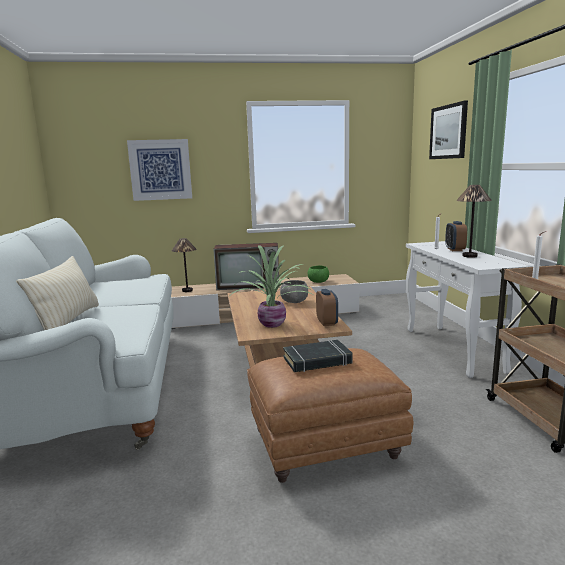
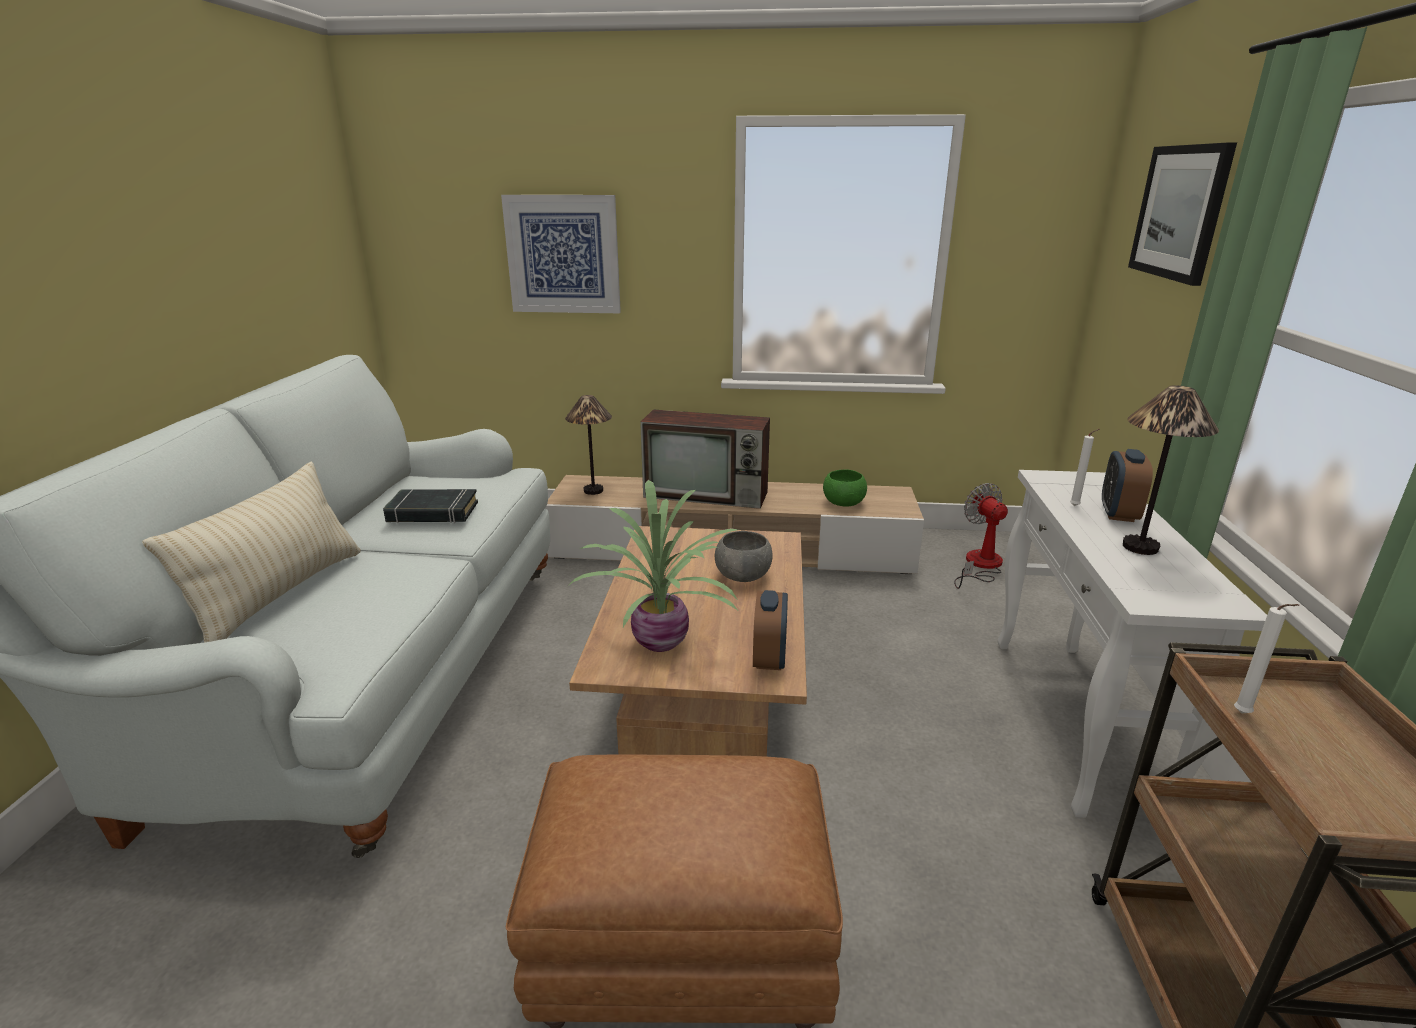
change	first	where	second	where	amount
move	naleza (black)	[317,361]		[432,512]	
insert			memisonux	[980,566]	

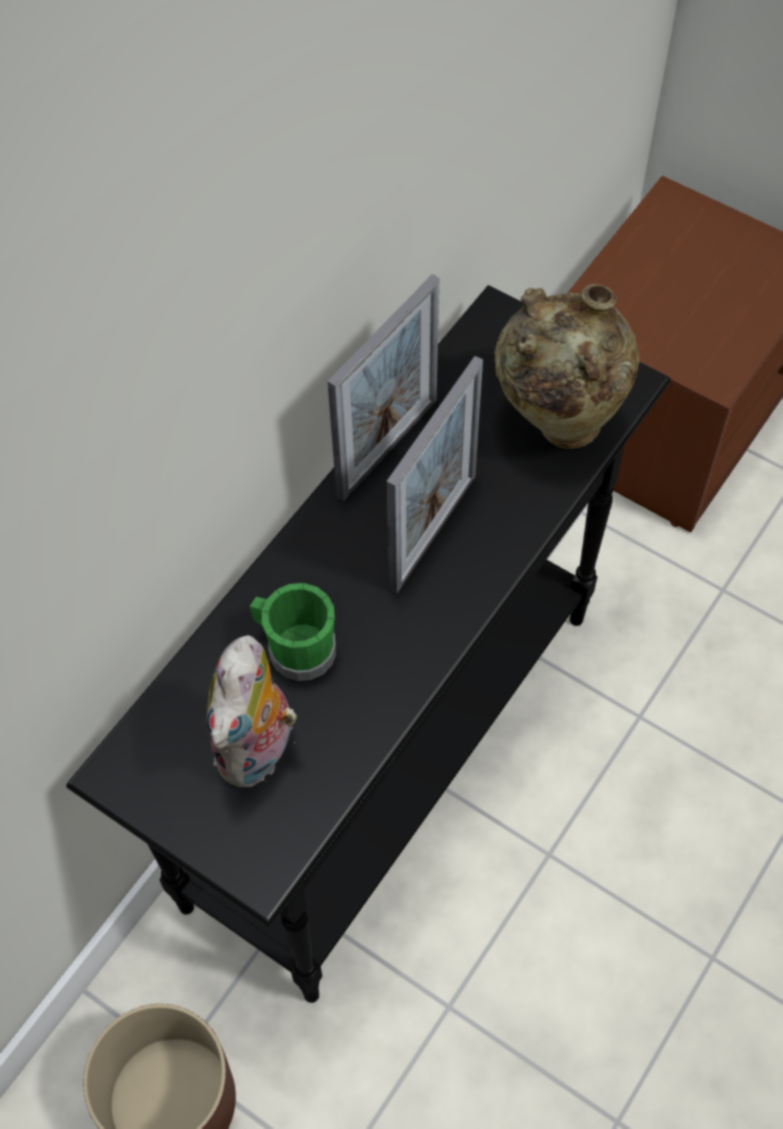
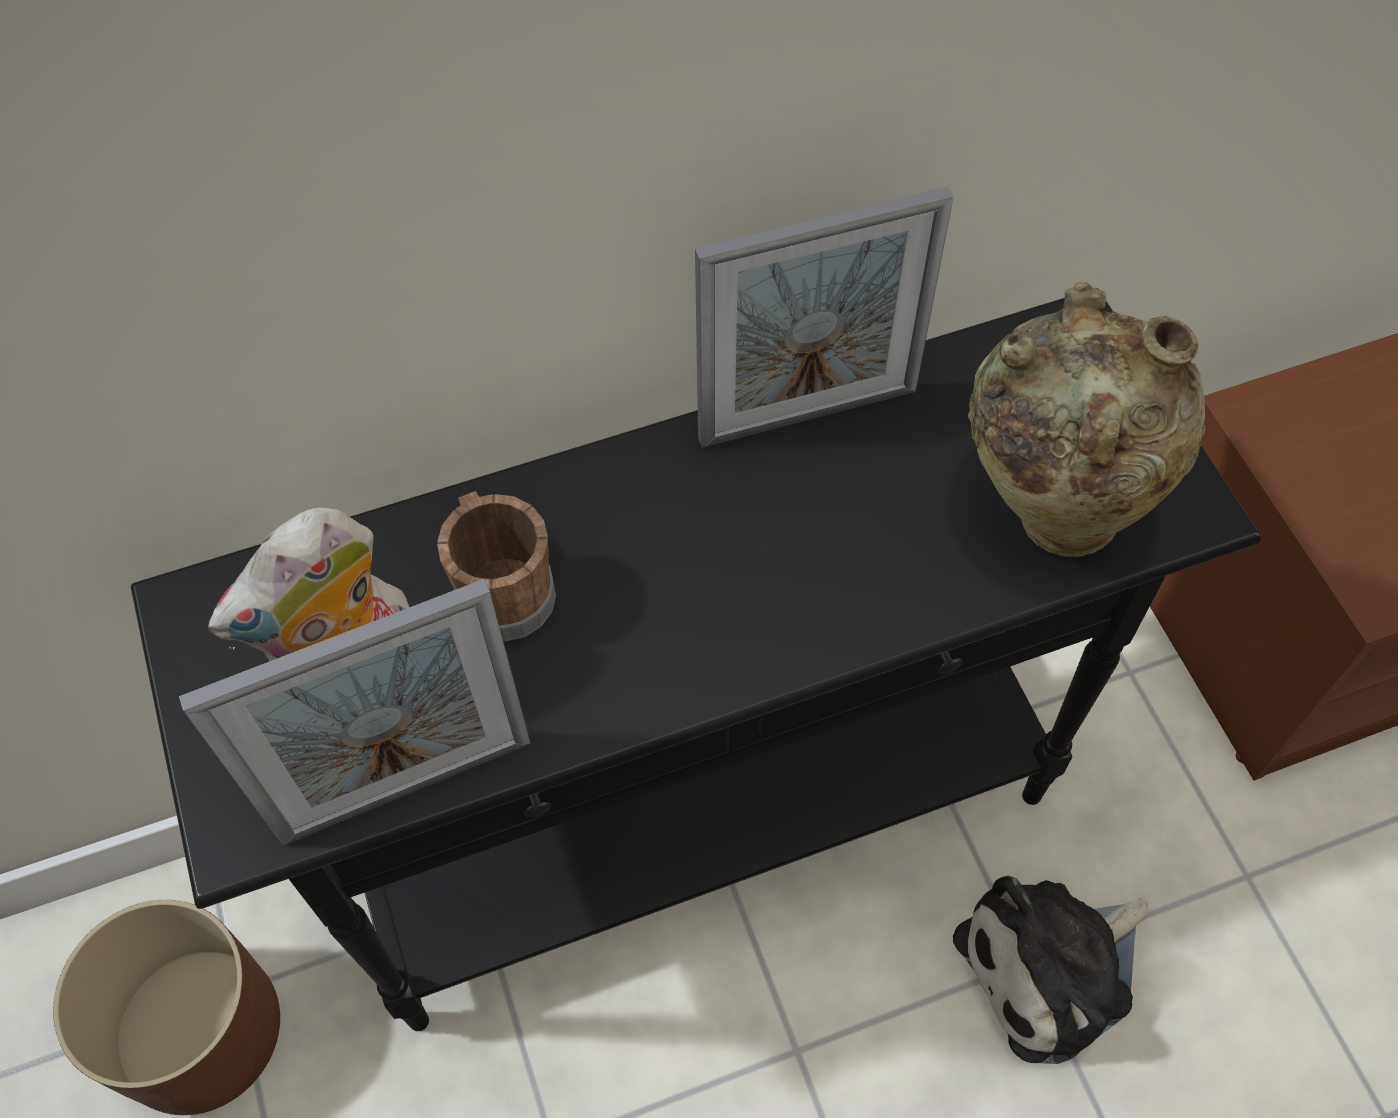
change	first	where	second	where	amount
recolor	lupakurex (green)	[295,647]	lupakurex (brown)	[502,588]	
move	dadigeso	[433,532]		[406,788]	
insert			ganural	[1053,967]	

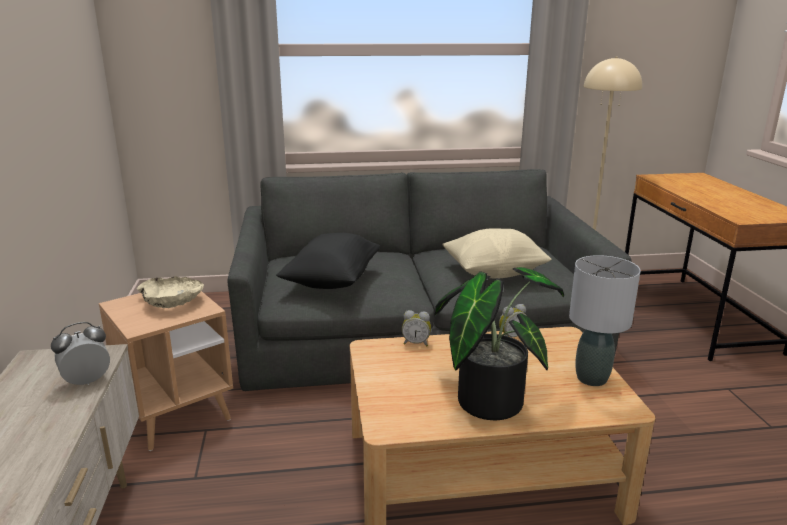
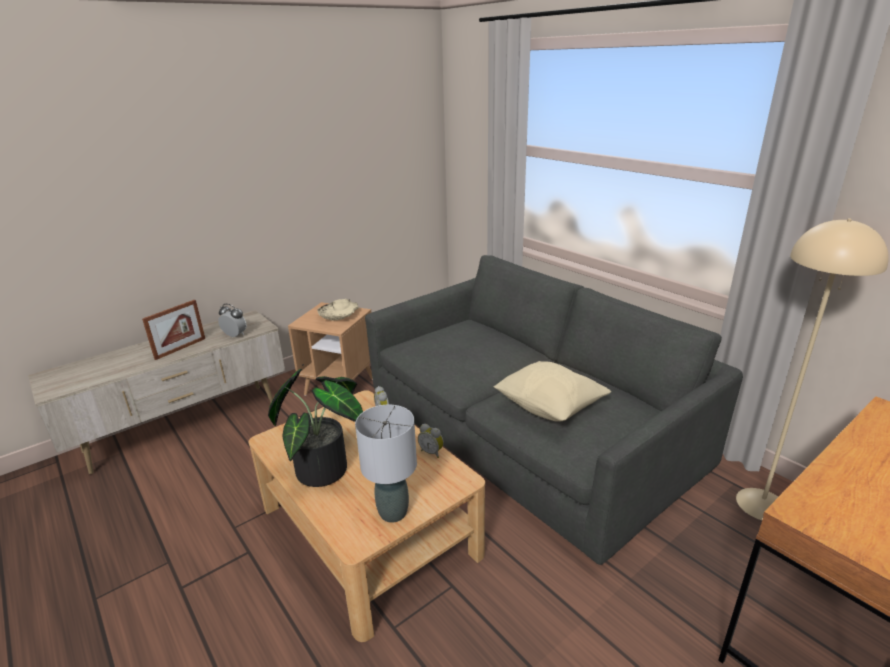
change	first	where	second	where	amount
delete	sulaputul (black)	[332,281]			
insert			dadigeso	[180,348]	

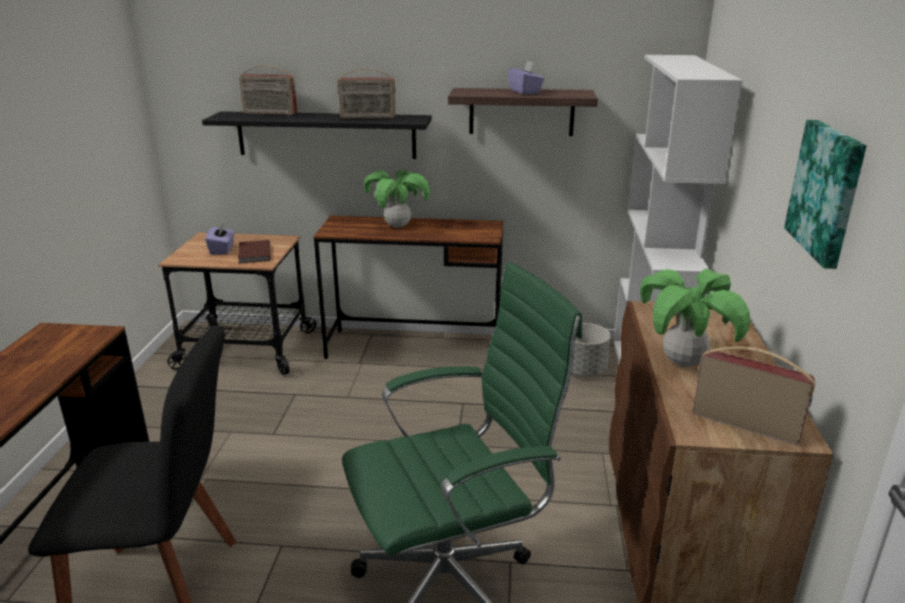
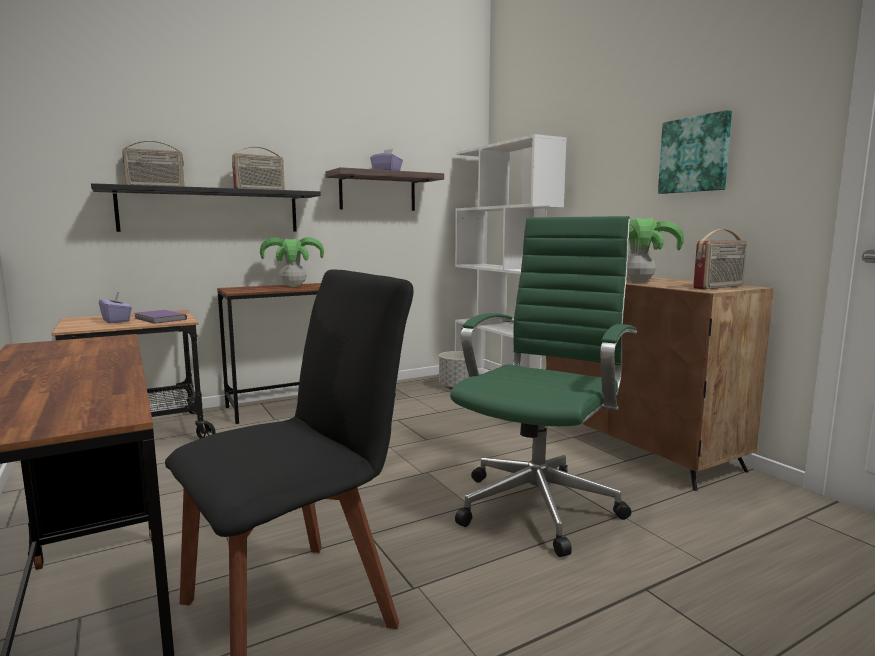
change	first	where	second	where	amount
recolor	naleza (brown)	[253,254]	naleza (purple)	[159,319]	
rotate	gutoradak	[745,424]		[719,287]	150 degrees clockwise

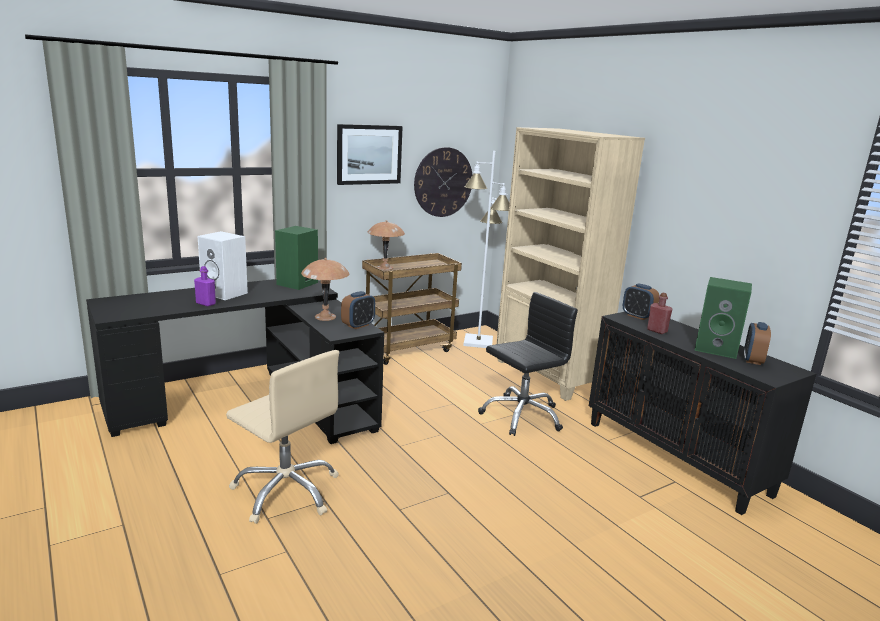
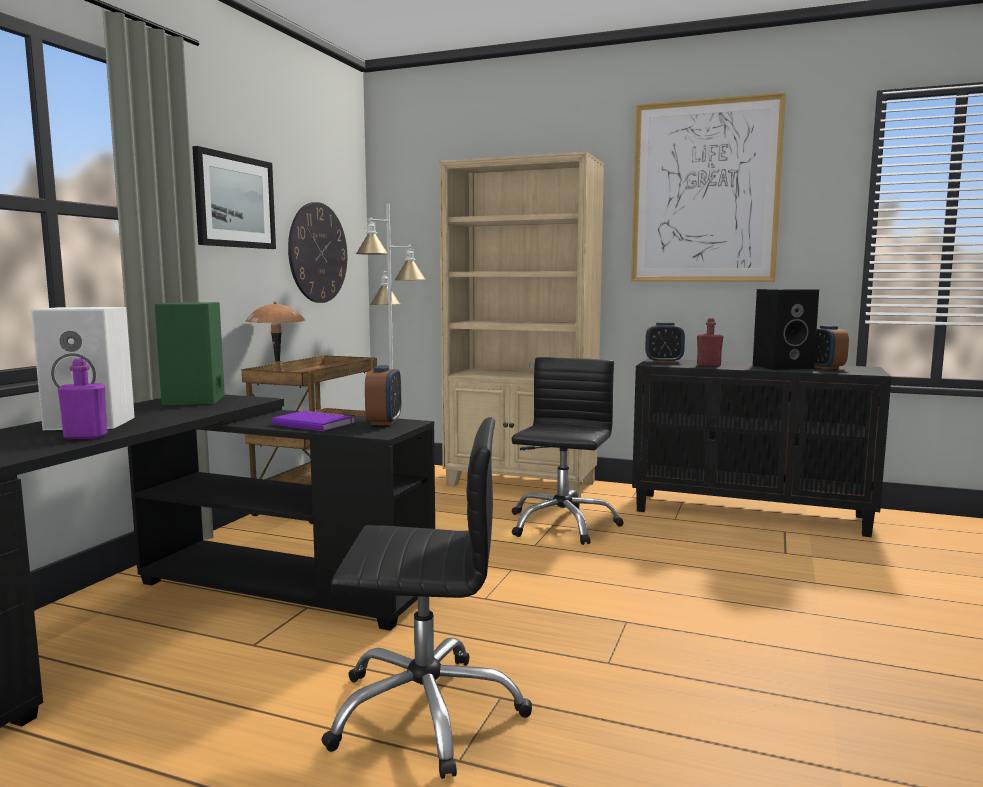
change	first	where	second	where	amount
recolor	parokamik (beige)	[286,491]	parokamik (black)	[426,711]	
replace	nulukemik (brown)	[325,317]	naleza (purple)	[315,423]	
recolor	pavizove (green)	[717,349]	pavizove (black)	[783,367]	
insert			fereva	[704,192]	

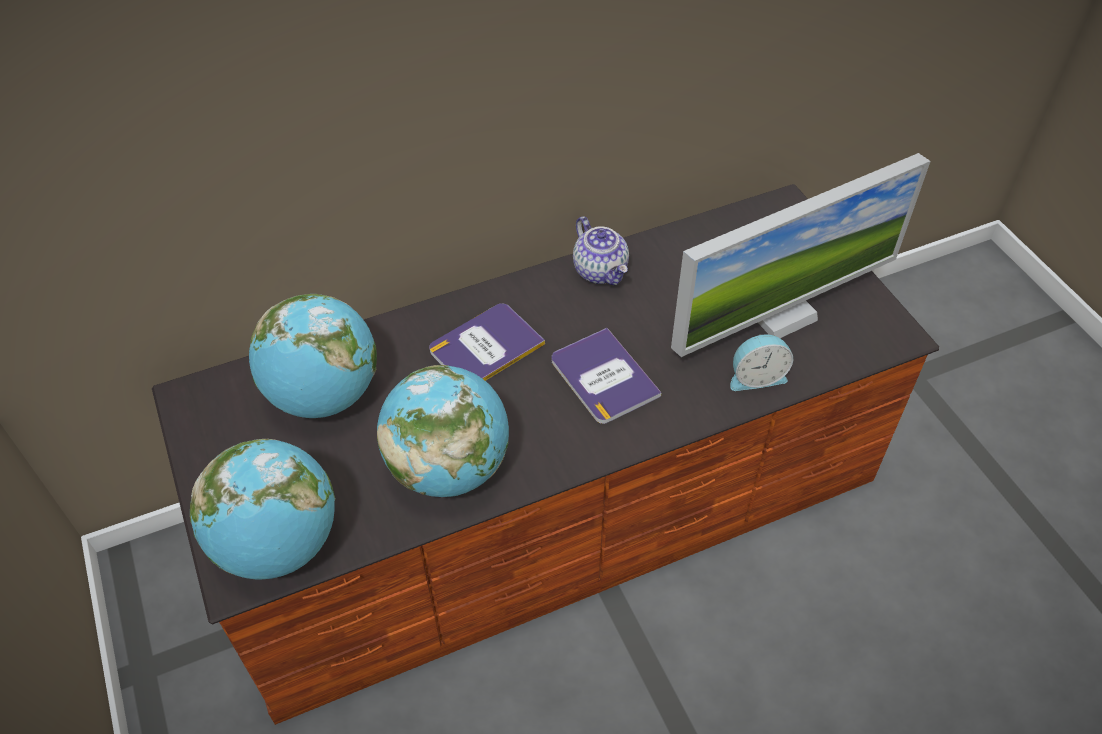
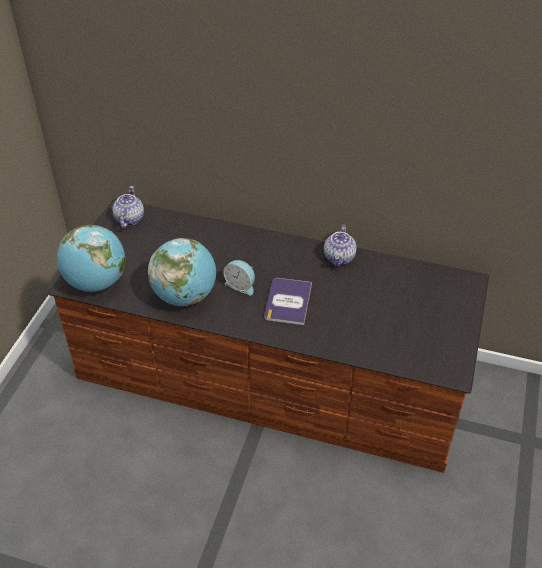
change	first	where	second	where	amount
delete	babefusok	[324,395]			
delete	naleza	[485,347]			
delete	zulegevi	[781,315]			
move	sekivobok	[756,376]		[241,285]	
insert			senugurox	[129,219]	

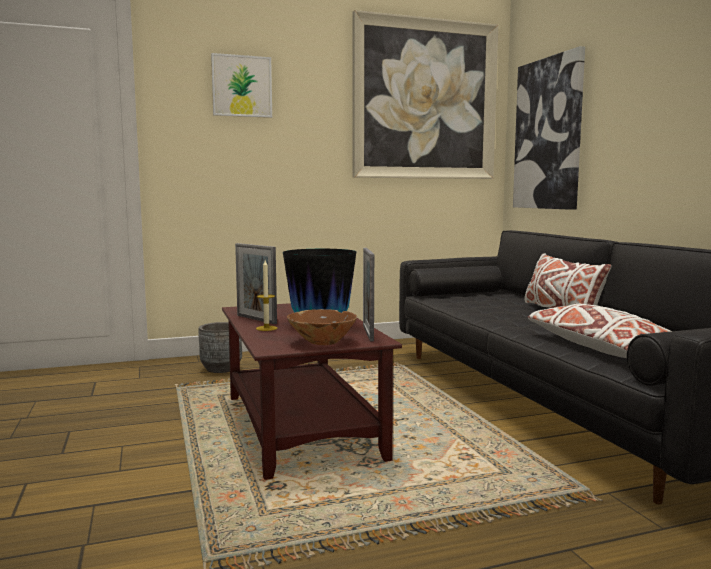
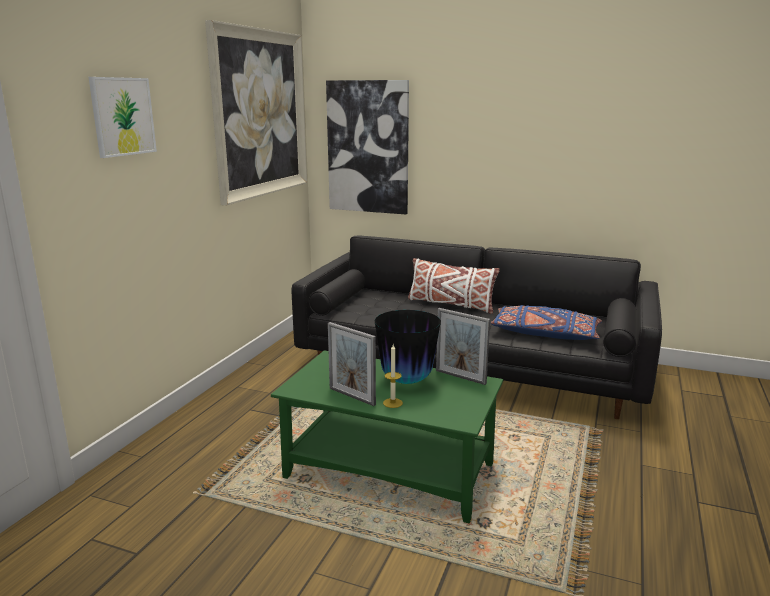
change	first	where	second	where	amount
delete	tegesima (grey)	[221,369]			
recolor	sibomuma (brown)	[302,427]	sibomuma (green)	[391,471]	
rotate	dadigeso	[256,319]		[352,396]	45 degrees clockwise
delete	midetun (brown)	[322,342]			
recolor	sulaputul (white)	[600,348]	sulaputul (blue)	[544,334]	

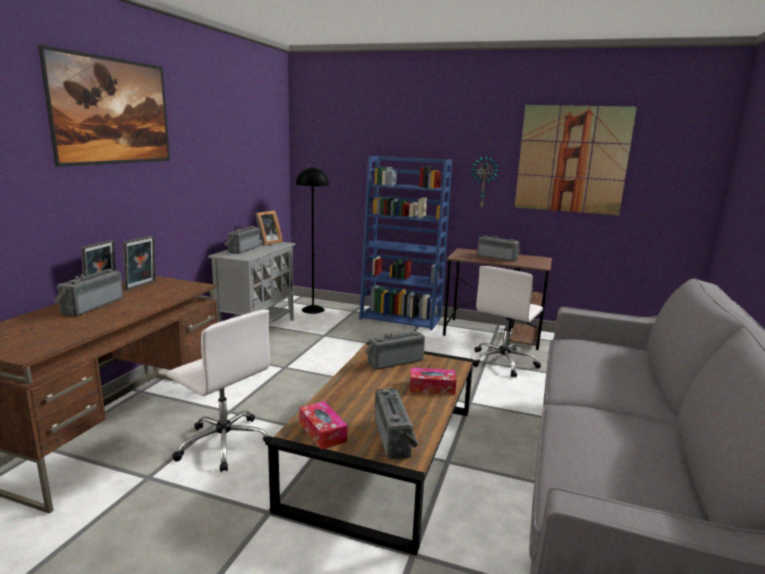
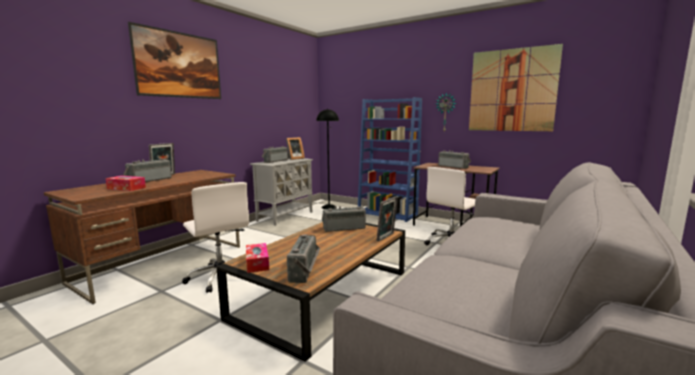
change	first	where	second	where	amount
move	dadigeso	[142,285]		[386,237]	
move	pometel	[432,387]		[126,188]	

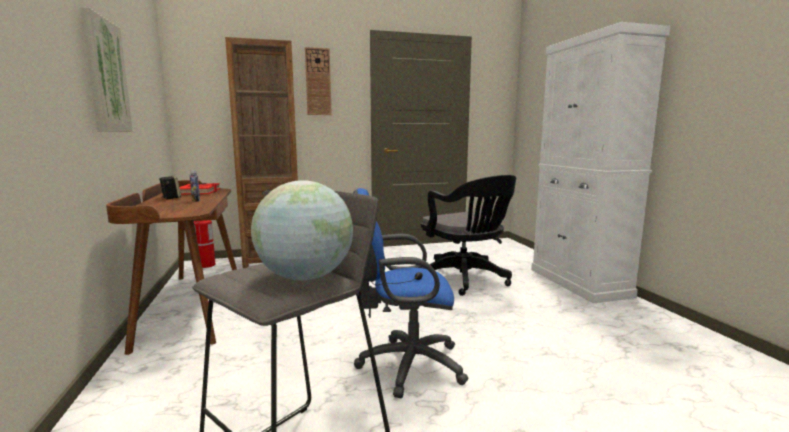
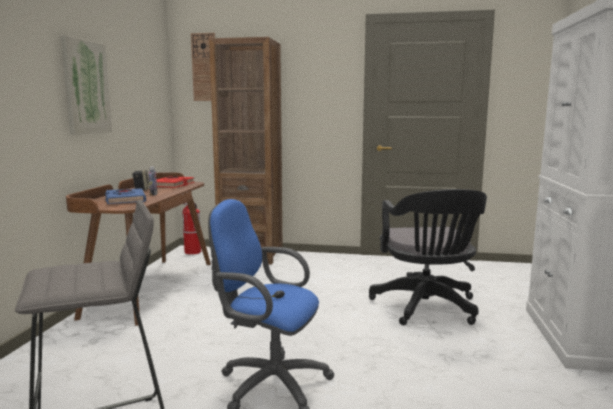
change	first	where	second	where	amount
delete	babefusok	[305,277]			
move	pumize	[318,82]		[204,67]	
insert			naleza (blue)	[125,200]	

